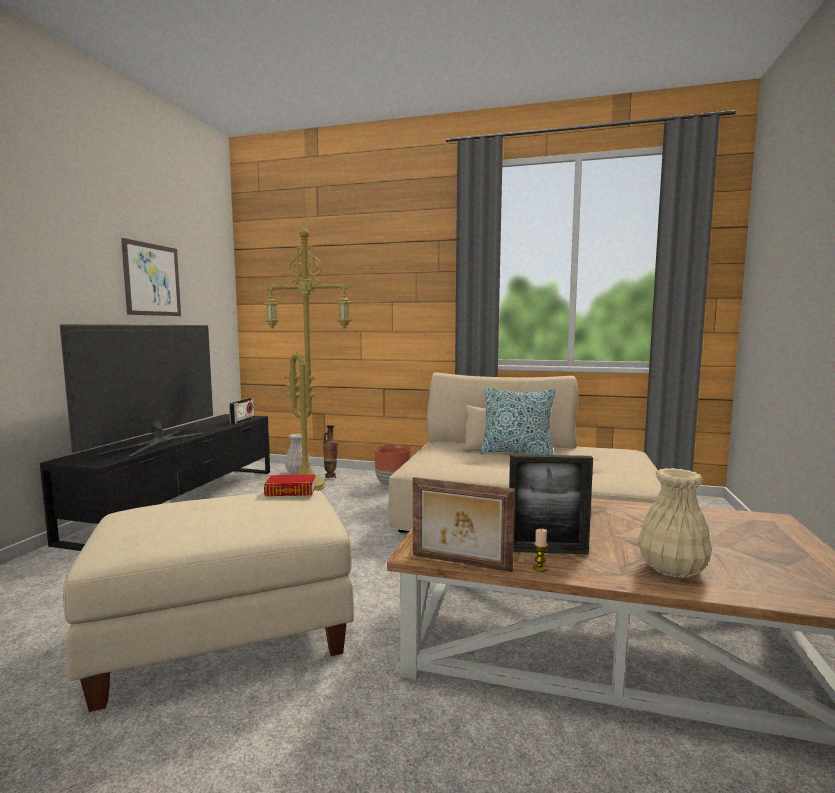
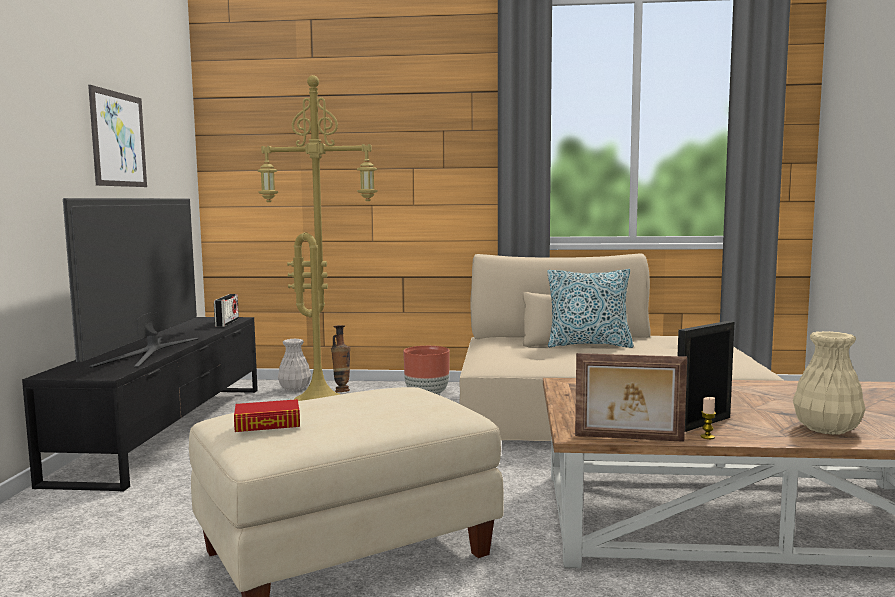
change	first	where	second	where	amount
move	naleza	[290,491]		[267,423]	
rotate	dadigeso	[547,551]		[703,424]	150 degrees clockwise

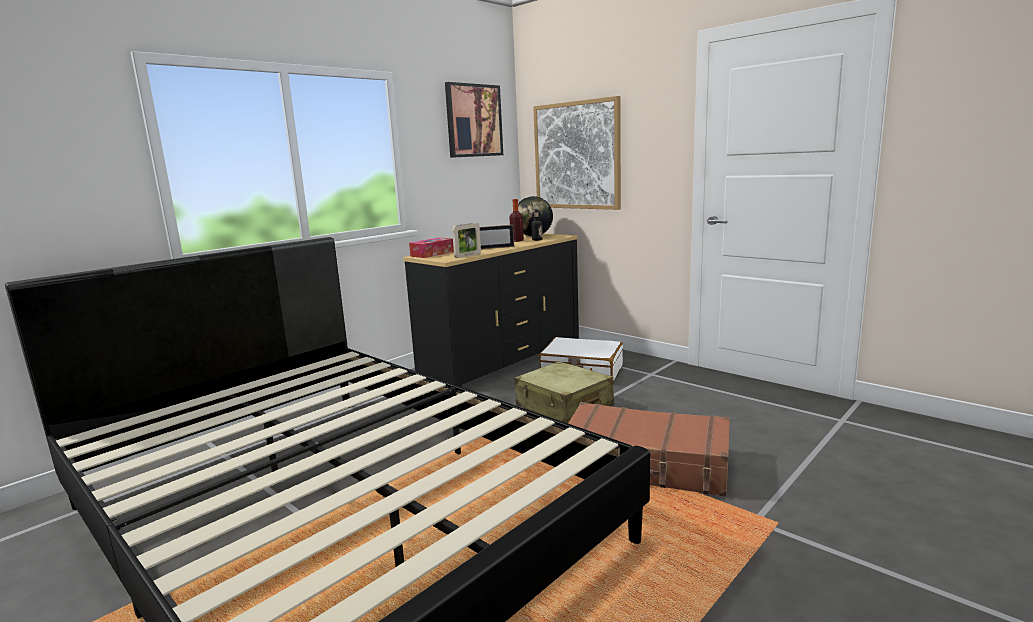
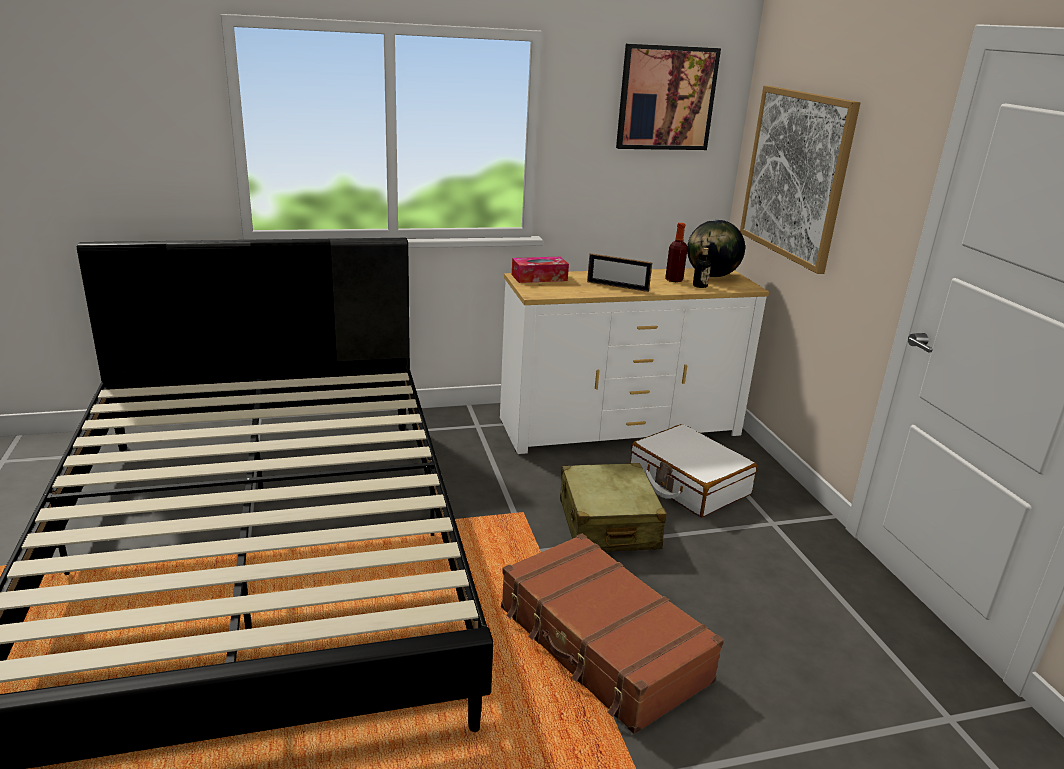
change	first	where	second	where	amount
recolor	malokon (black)	[502,359]	malokon (white)	[619,427]	
delete	dadigeso	[467,256]			

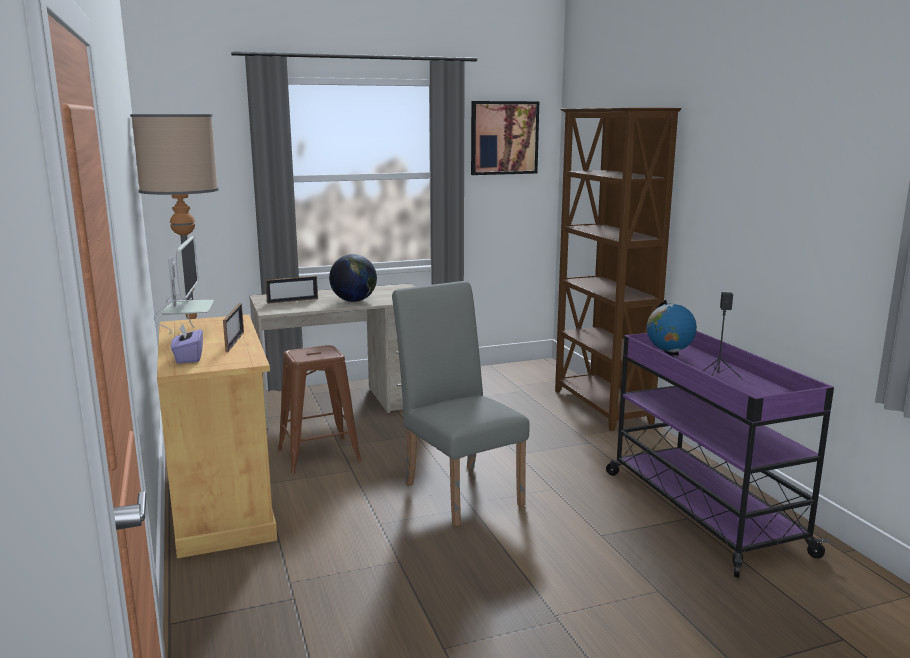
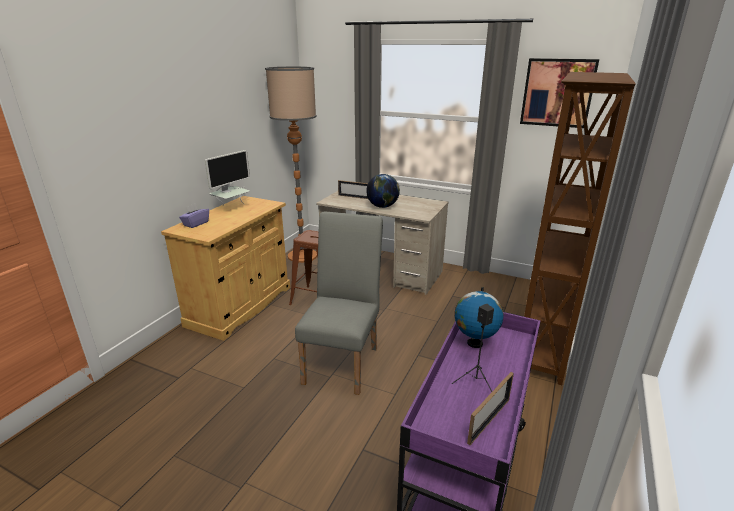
change	first	where	second	where	amount
move	dadigeso	[235,342]		[489,420]	

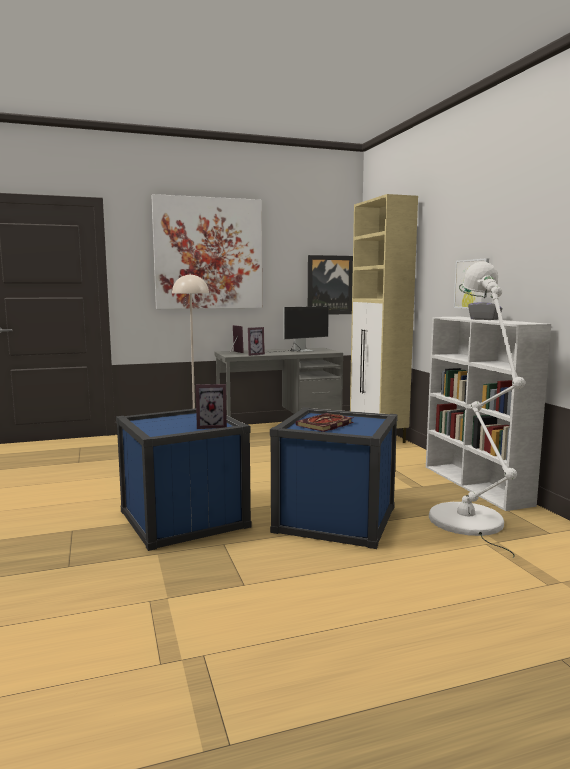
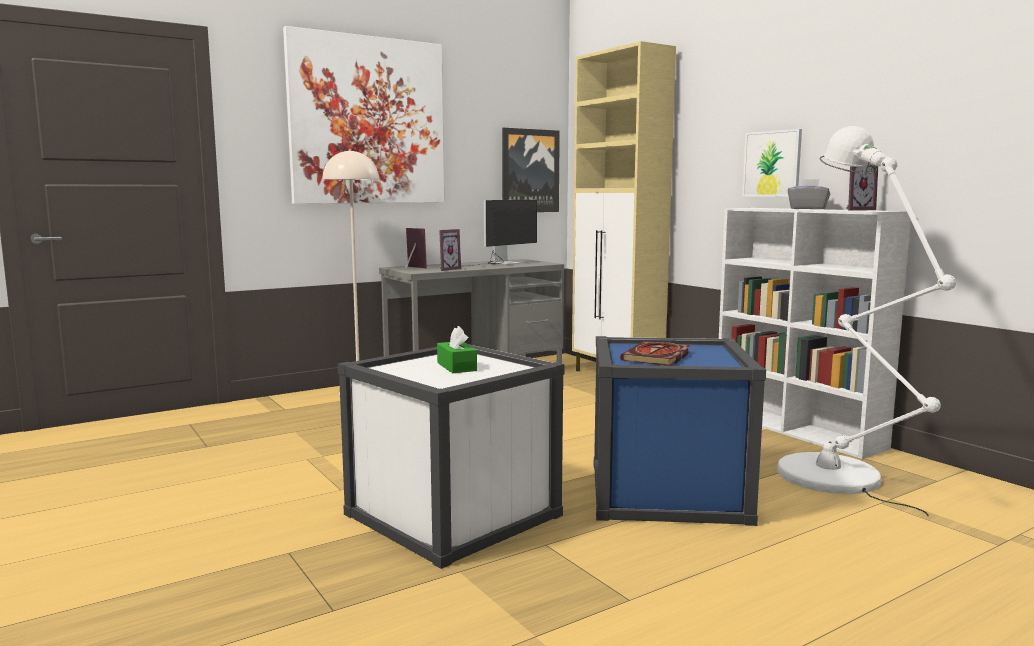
change	first	where	second	where	amount
recolor	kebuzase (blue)	[184,519]	kebuzase (white)	[454,515]	
move	dadigeso	[211,426]		[854,210]	
insert			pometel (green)	[456,367]	

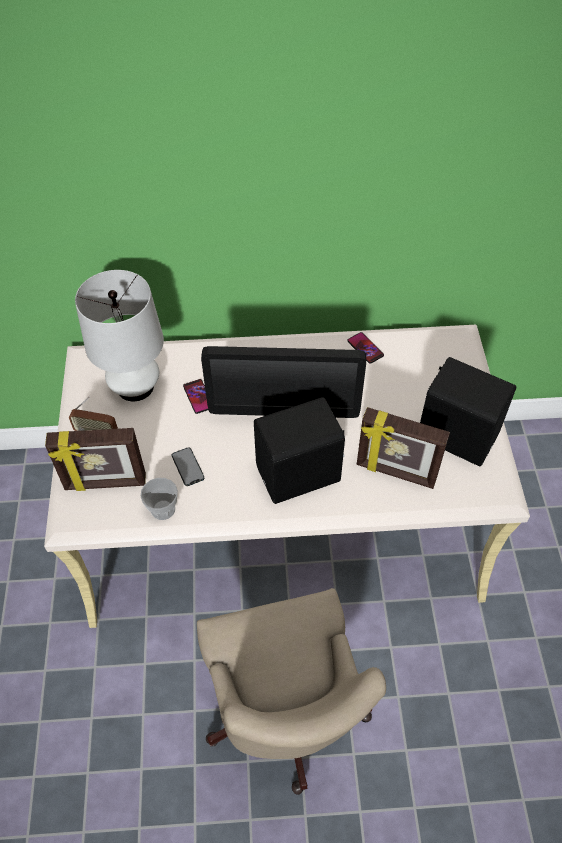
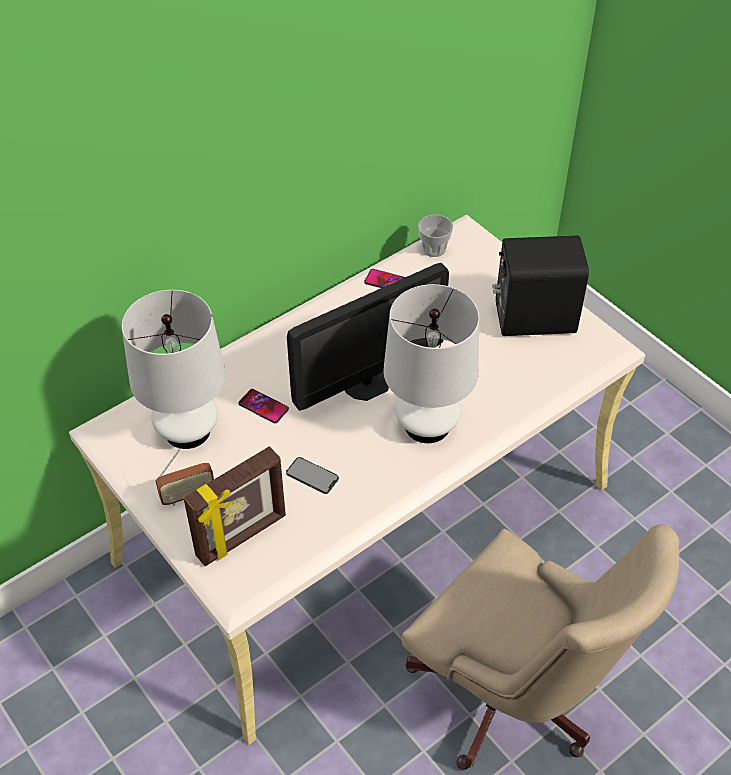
change	first	where	second	where	amount
move	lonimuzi	[163,509]		[434,249]	
replace	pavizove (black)	[300,476]	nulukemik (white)	[427,425]	
delete	dadigeso	[395,473]			

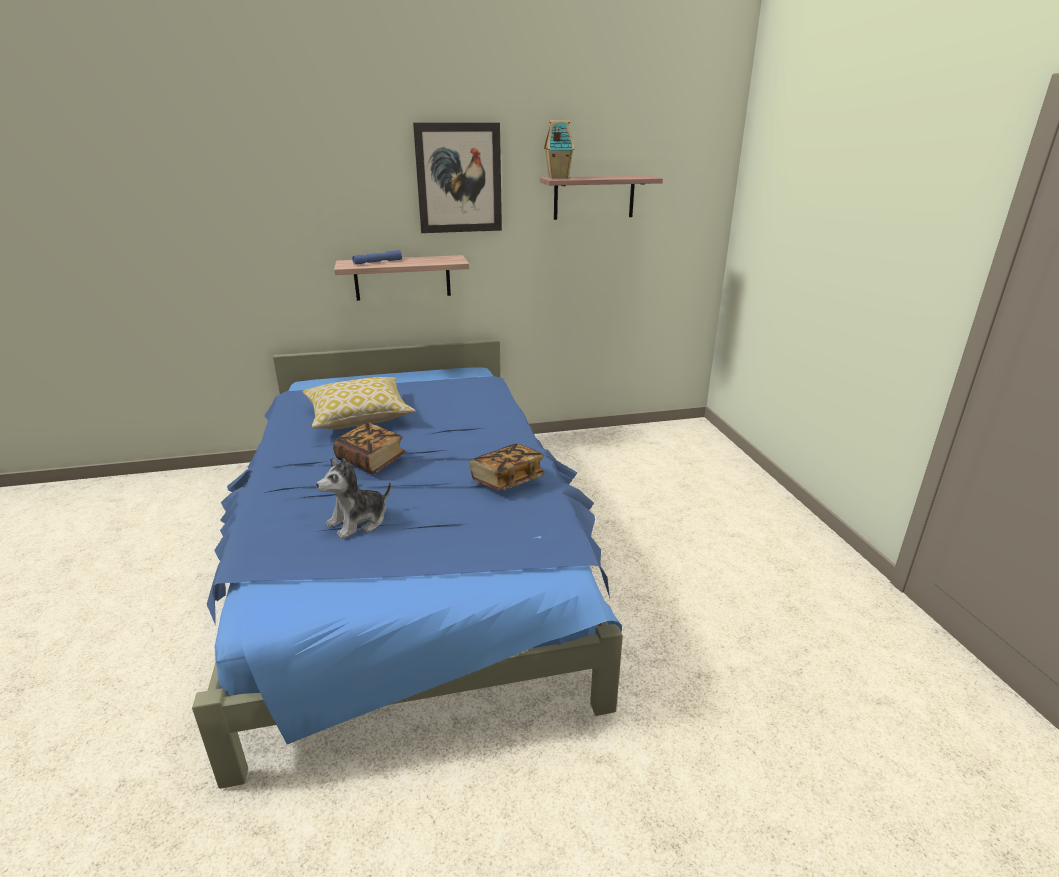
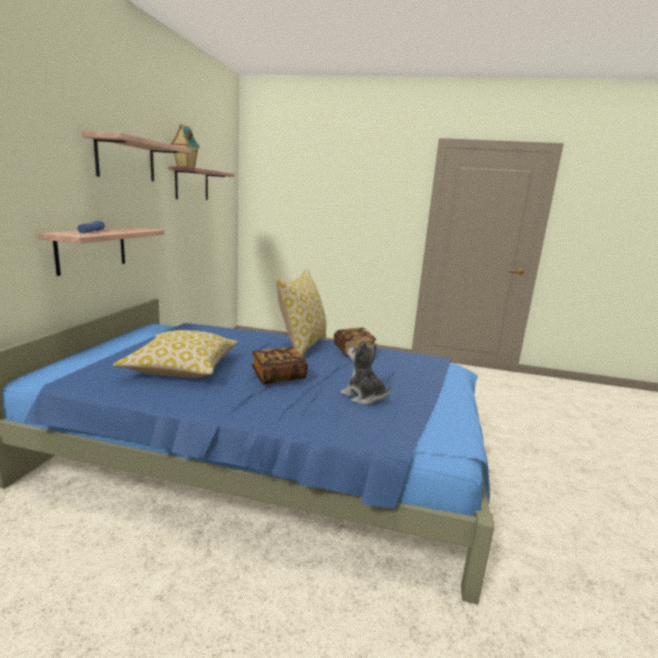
change	first	where	second	where	amount
rotate	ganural	[358,522]		[363,397]	150 degrees clockwise
replace	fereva	[459,178]	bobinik	[126,159]	
insert			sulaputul	[302,345]	

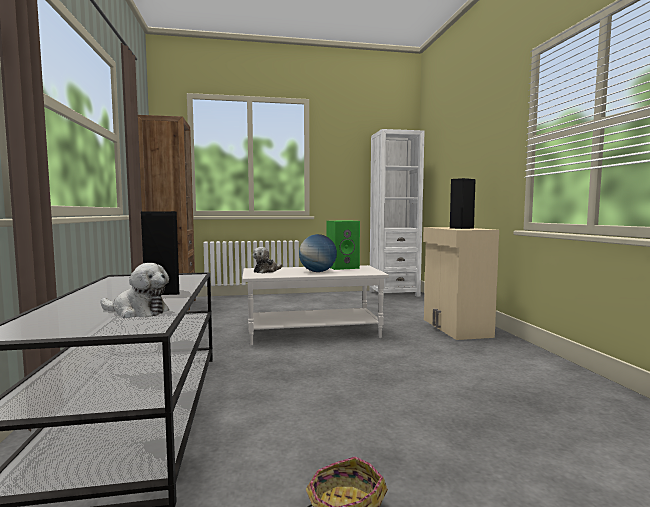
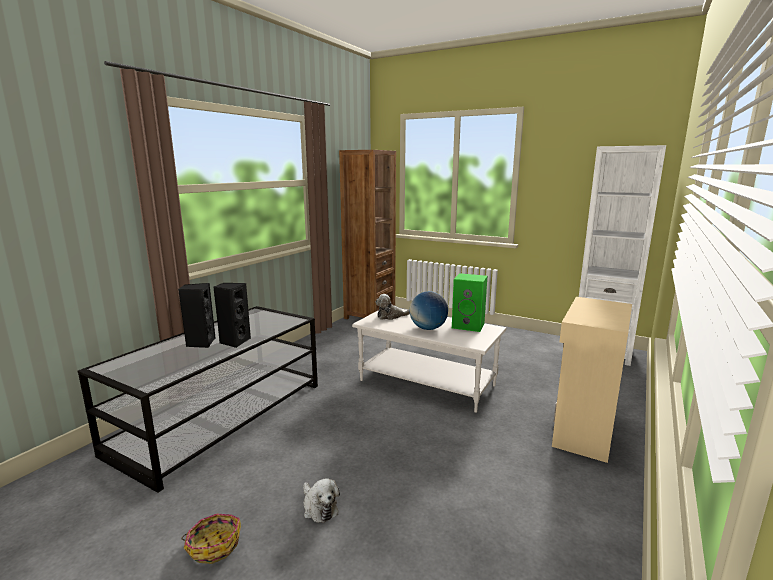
change	first	where	second	where	amount
move	ganural	[137,312]		[319,507]	
move	pavizove (black)	[460,228]		[200,343]	

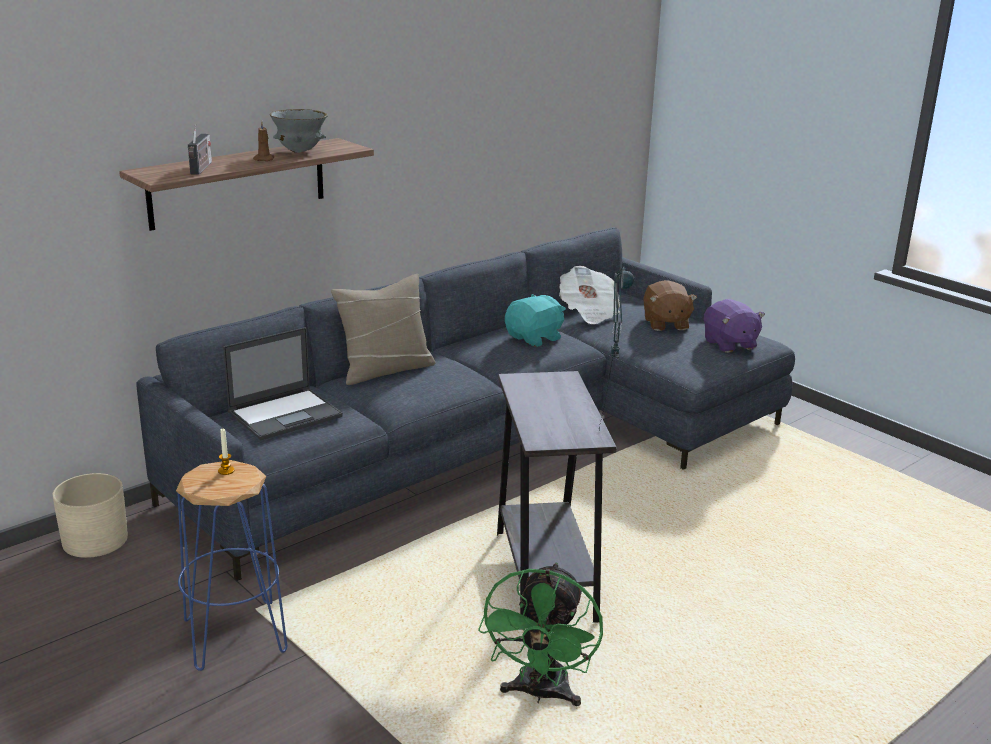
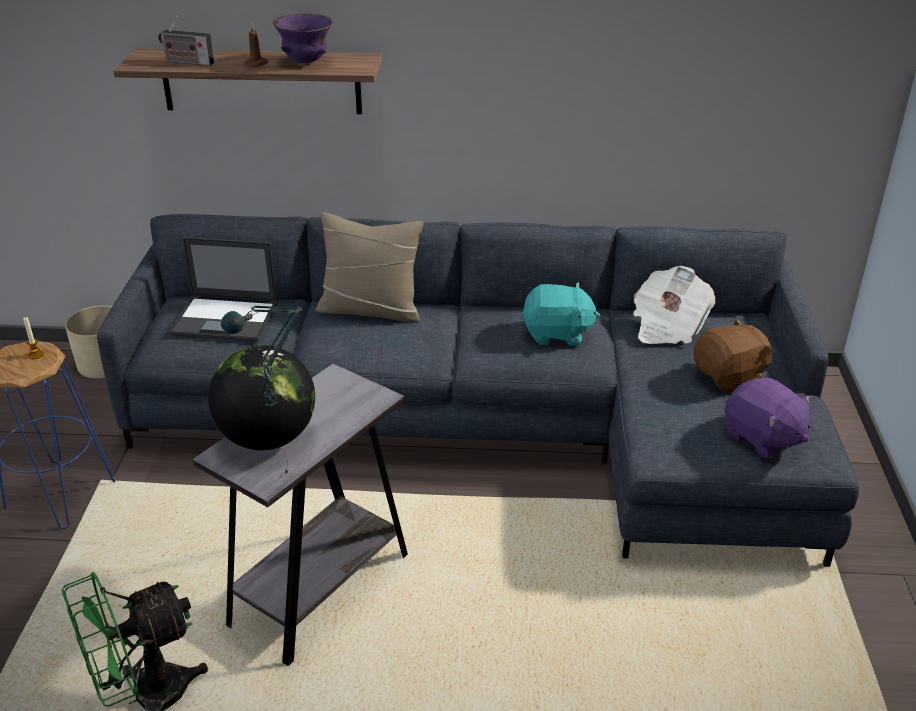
change	first	where	second	where	amount
rotate	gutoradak	[201,169]		[187,62]	60 degrees clockwise
recolor	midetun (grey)	[300,152]	midetun (purple)	[305,62]	
rotate	ganural (brown)	[665,324]		[730,377]	150 degrees counterclockwise
rotate	ganural (purple)	[729,344]		[763,438]	60 degrees counterclockwise
insert			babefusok	[267,438]	

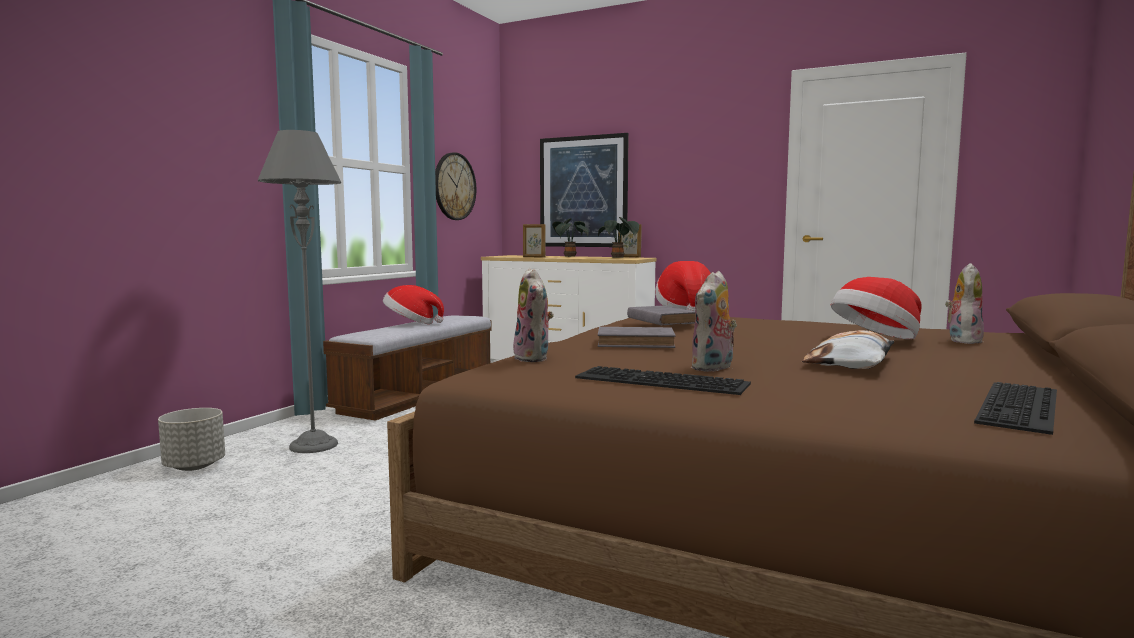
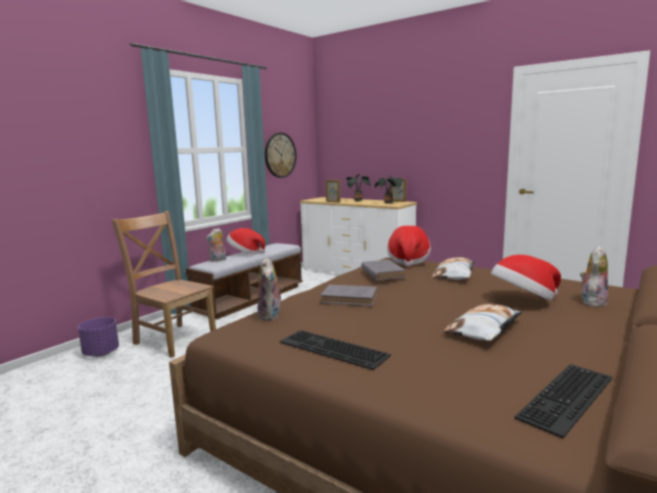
change	first	where	second	where	amount
recolor	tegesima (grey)	[194,466]	tegesima (purple)	[101,353]	
replace	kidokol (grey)	[313,445]	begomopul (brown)	[173,339]	
delete	fereva	[583,192]			
move	ganural	[713,368]		[218,260]	
insert			sulaputul	[454,274]	

